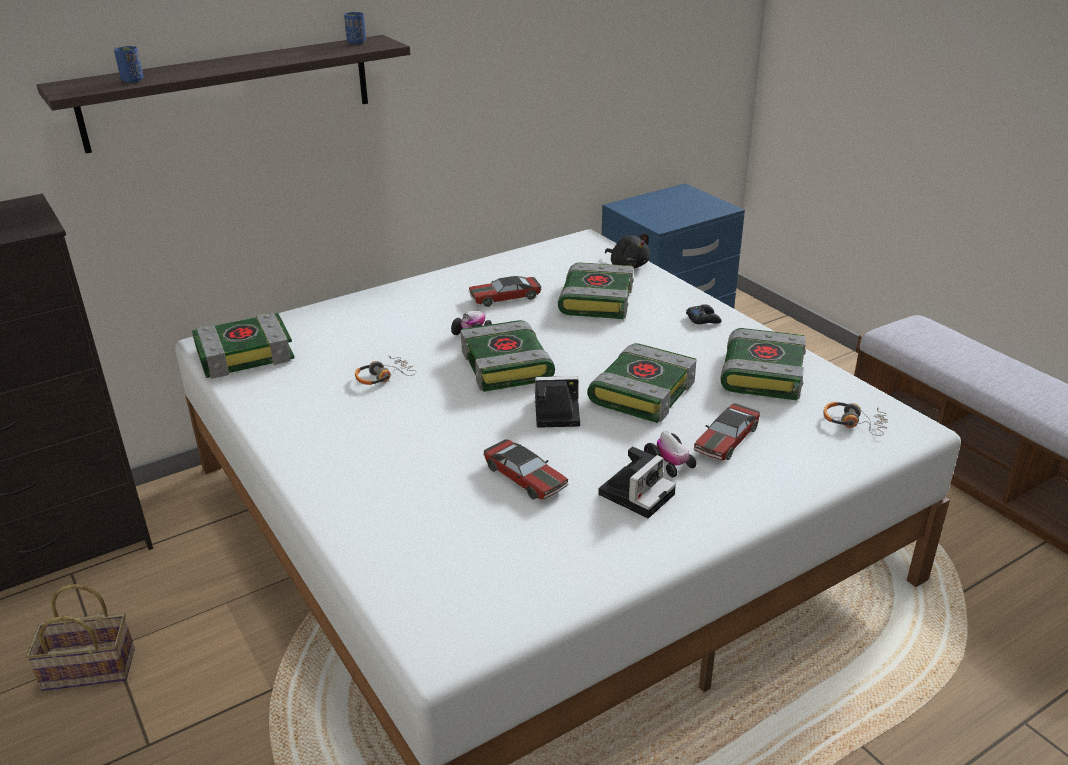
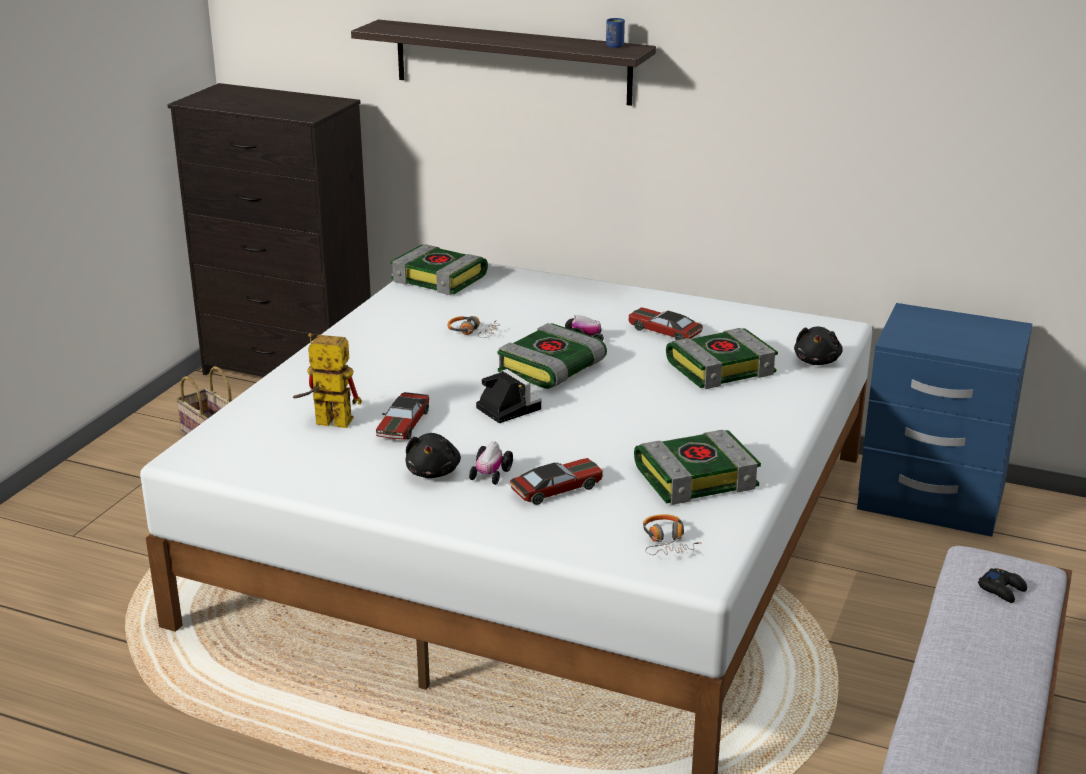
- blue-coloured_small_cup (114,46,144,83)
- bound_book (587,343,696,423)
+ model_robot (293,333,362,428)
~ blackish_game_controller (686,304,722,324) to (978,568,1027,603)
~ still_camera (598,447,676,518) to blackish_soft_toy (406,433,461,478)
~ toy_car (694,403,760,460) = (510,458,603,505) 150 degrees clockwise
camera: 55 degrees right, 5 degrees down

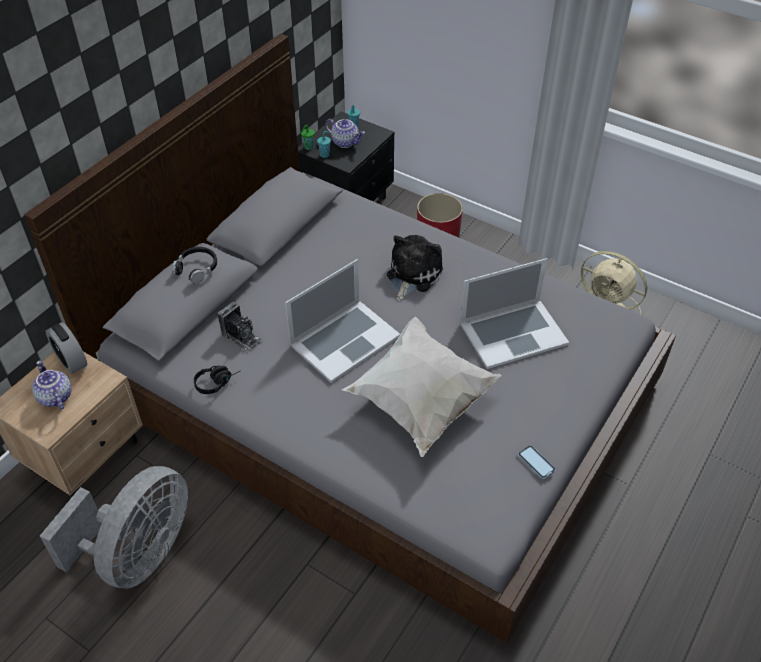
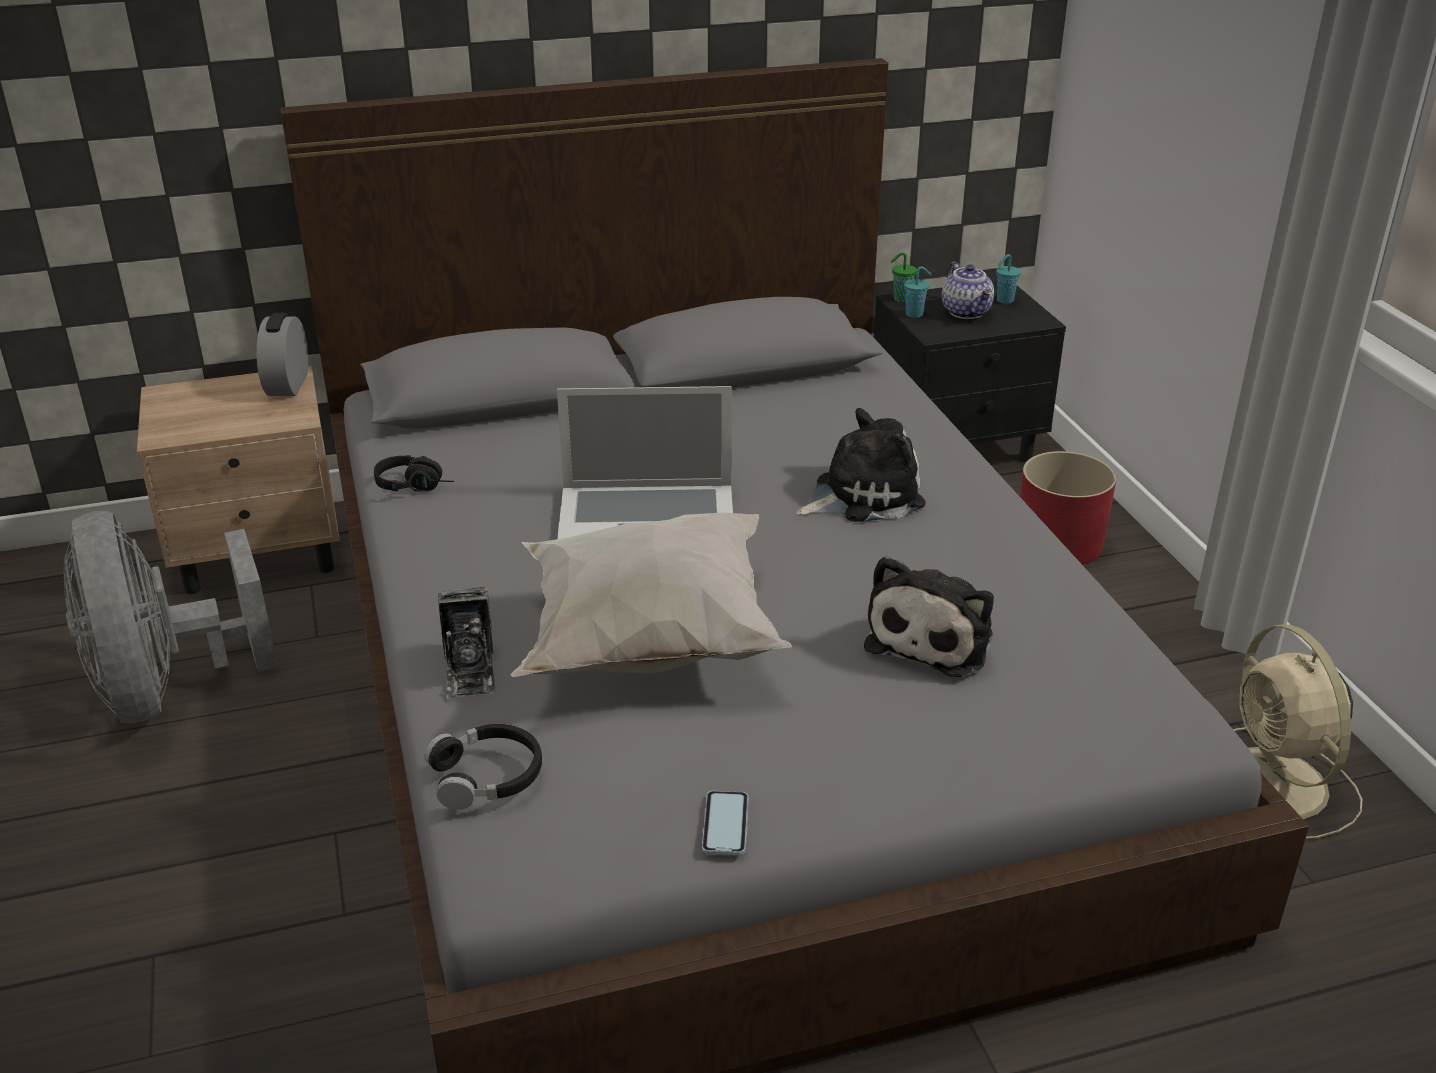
- tea_pot (32,361,72,410)
~ blackish_headset (172,247,217,284) to (425,724,542,810)
~ still_camera (218,302,263,353) to (438,587,495,698)
~ notebook_computer (460,258,569,369) to soft_toy (864,556,994,677)
~ grey_fan (40,466,188,589) = (64,511,278,723) 90 degrees clockwise
camera: 40 degrees right, 15 degrees down

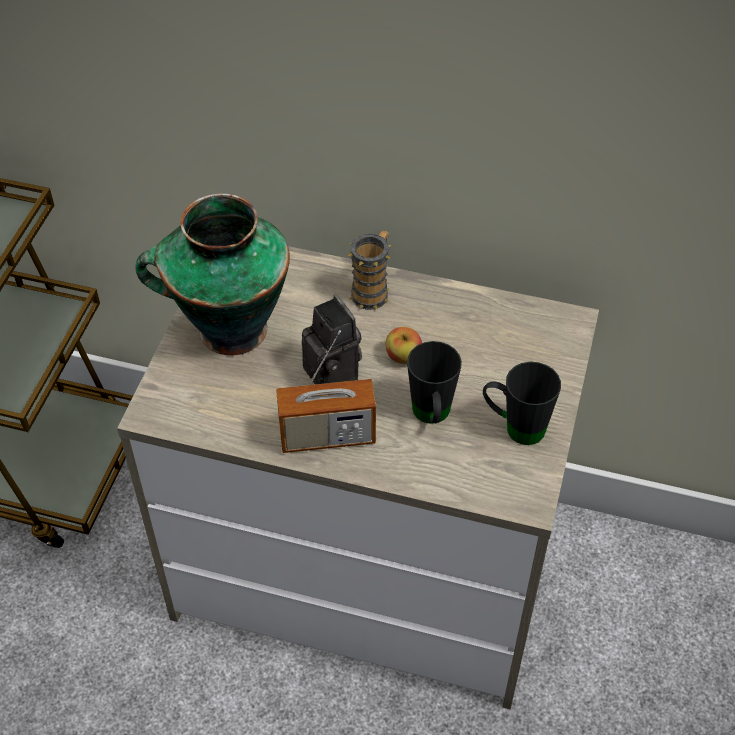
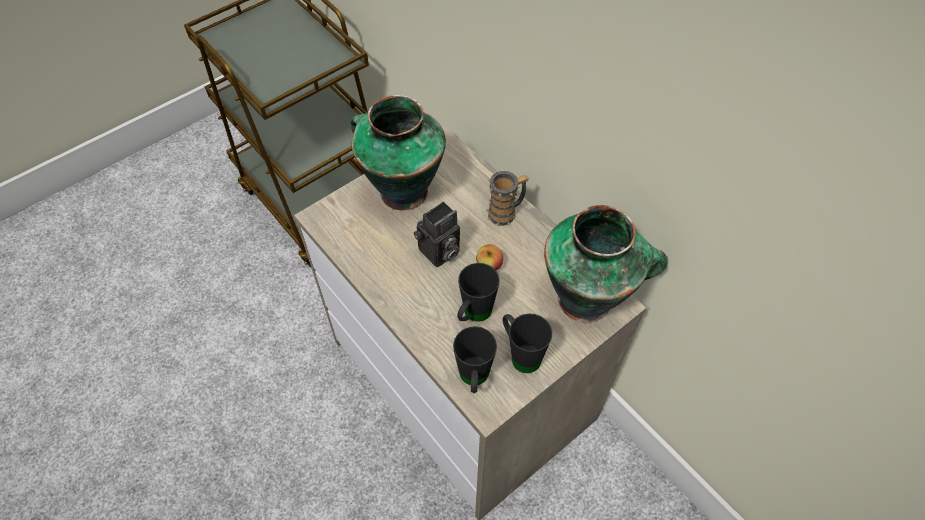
- radio (276,330,376,453)
+ blackish_mug (453,326,497,393)
+ decorative_vase (544,205,667,323)
~ still_camera (302,295,362,384) = (414,202,460,267) 45 degrees clockwise
camera: 35 degrees right, 5 degrees up

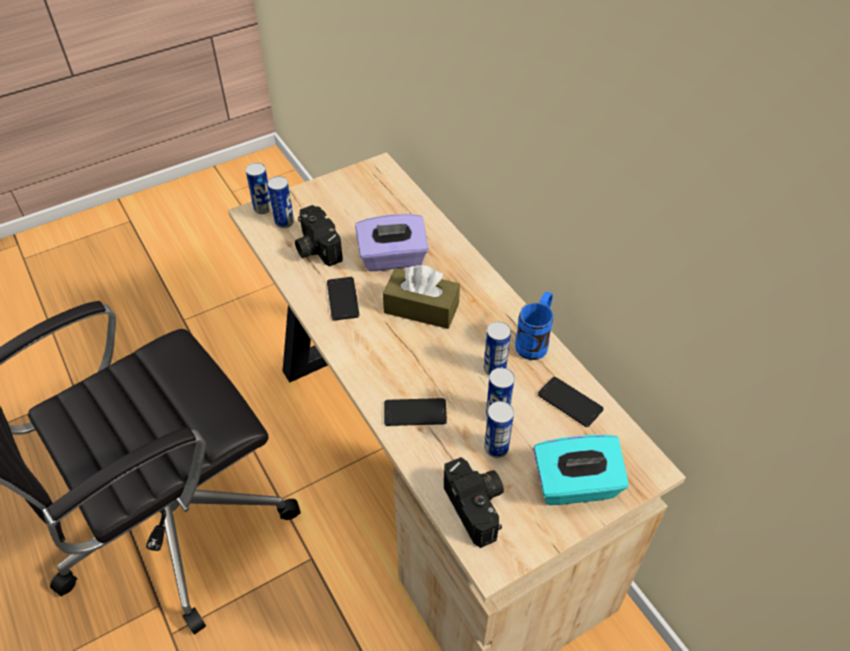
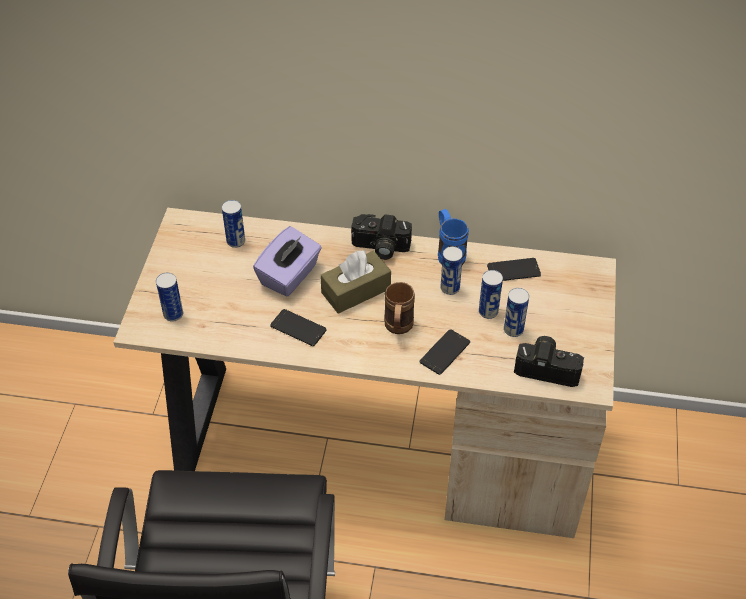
- turquoise_tissue_holder (533,434,629,505)
+ brown-coloured_mug (384,282,415,334)
~ sealed_can (246,163,272,214) to (222,200,245,248)
~ still_camera (295,205,343,266) to (351,214,412,260)
camera: 50 degrees left, 0 degrees up

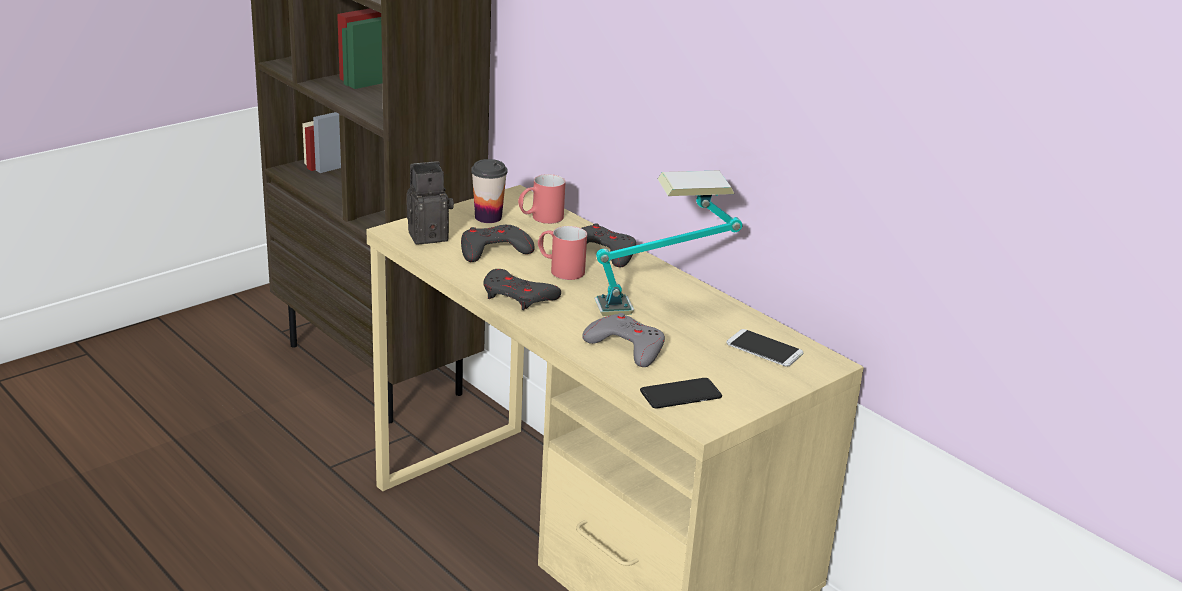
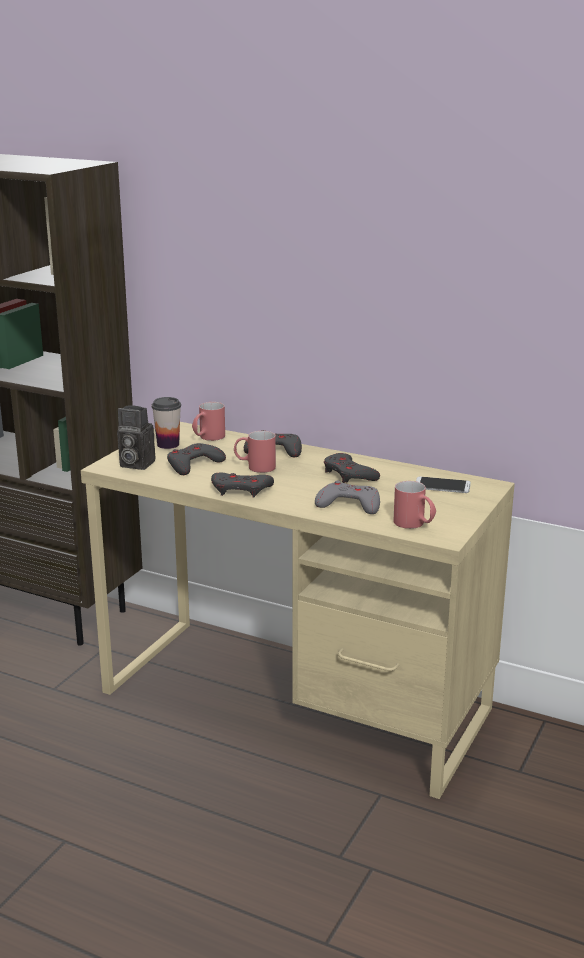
~ table_lamp (594,170,743,316) to grey_game_controller (324,453,380,483)
~ telephone (640,378,722,409) to red_mug (393,481,436,529)
~ still_camera (407,161,454,245) = (117,405,155,470) 120 degrees counterclockwise
camera: 20 degrees left, 5 degrees down

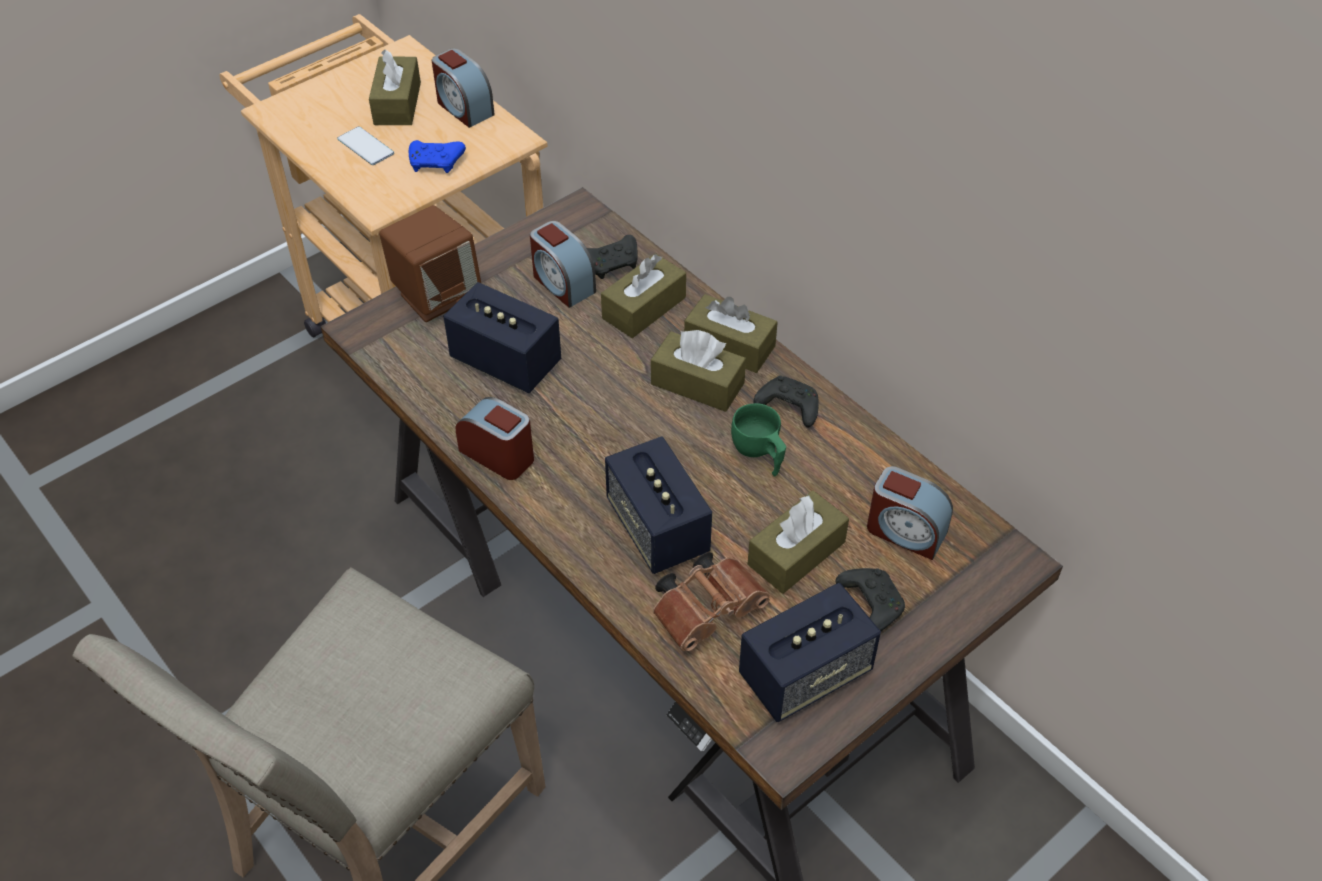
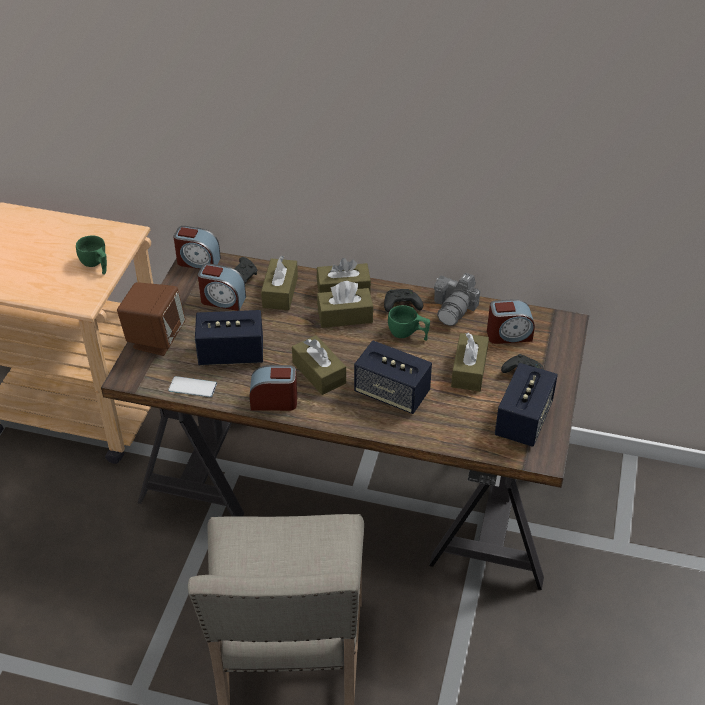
- brown-coloured_binoculars (653,552,770,652)
+ still_camera (434,273,480,326)
~ telephone (337,126,394,165) to (168,376,217,397)
~ brown-coloured_tissue_holder (369,50,421,125) to (292,335,346,395)
~ table_clock (432,48,495,128) to (173,226,221,269)
~ blue-coloured_game_controller (409,140,466,173) to greenish_small_cup (76,236,107,275)
camera: 35 degrees left, 5 degrees down

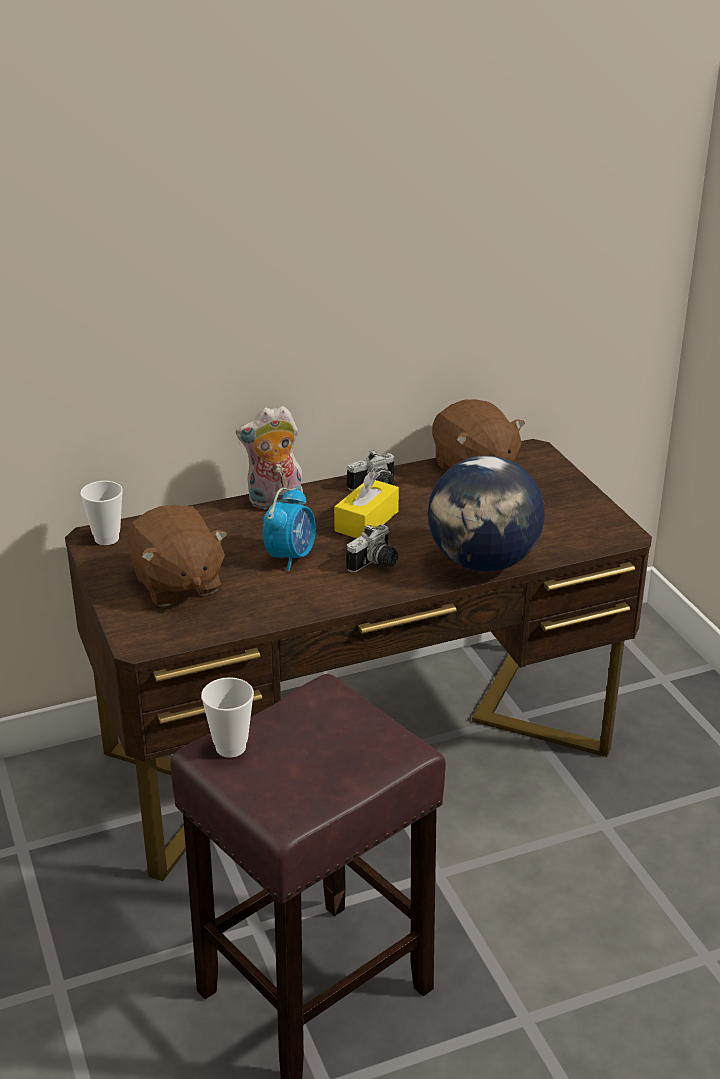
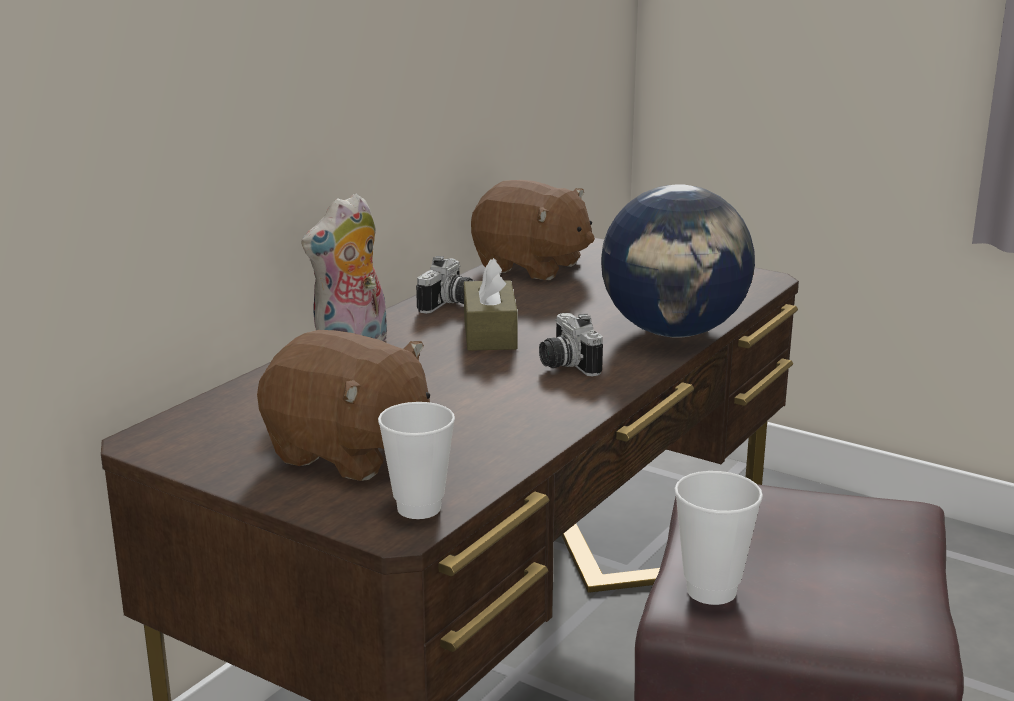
- table_clock (263,487,316,571)
~ small_cup (80,481,123,545) to (378,402,455,519)
~ yellowish_tissue_holder (334,471,399,538) to brown-coloured_tissue_holder (464,258,518,351)
~ still_camera (346,524,398,573) = (539,313,603,377) 150 degrees clockwise
camera: 35 degrees left, 10 degrees down

